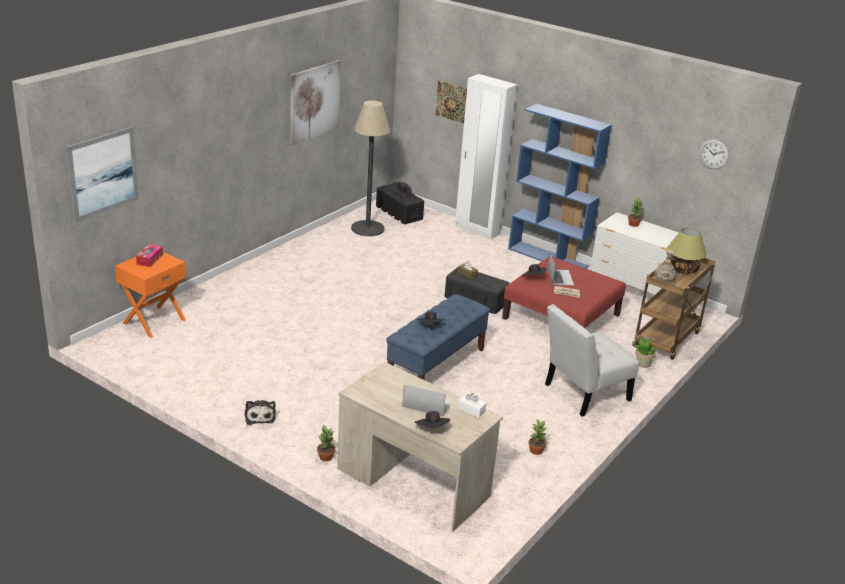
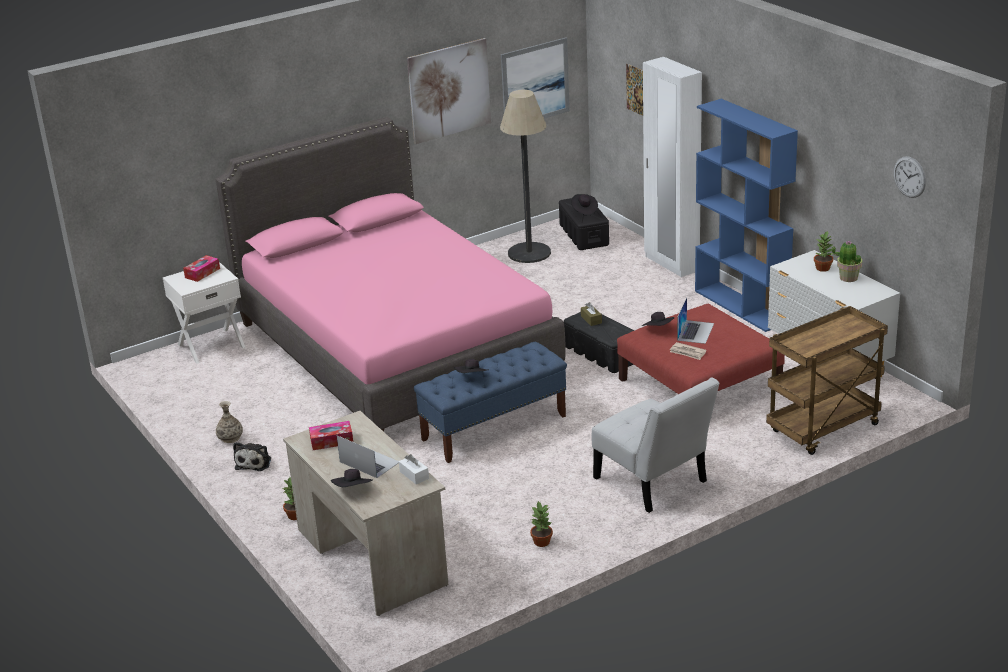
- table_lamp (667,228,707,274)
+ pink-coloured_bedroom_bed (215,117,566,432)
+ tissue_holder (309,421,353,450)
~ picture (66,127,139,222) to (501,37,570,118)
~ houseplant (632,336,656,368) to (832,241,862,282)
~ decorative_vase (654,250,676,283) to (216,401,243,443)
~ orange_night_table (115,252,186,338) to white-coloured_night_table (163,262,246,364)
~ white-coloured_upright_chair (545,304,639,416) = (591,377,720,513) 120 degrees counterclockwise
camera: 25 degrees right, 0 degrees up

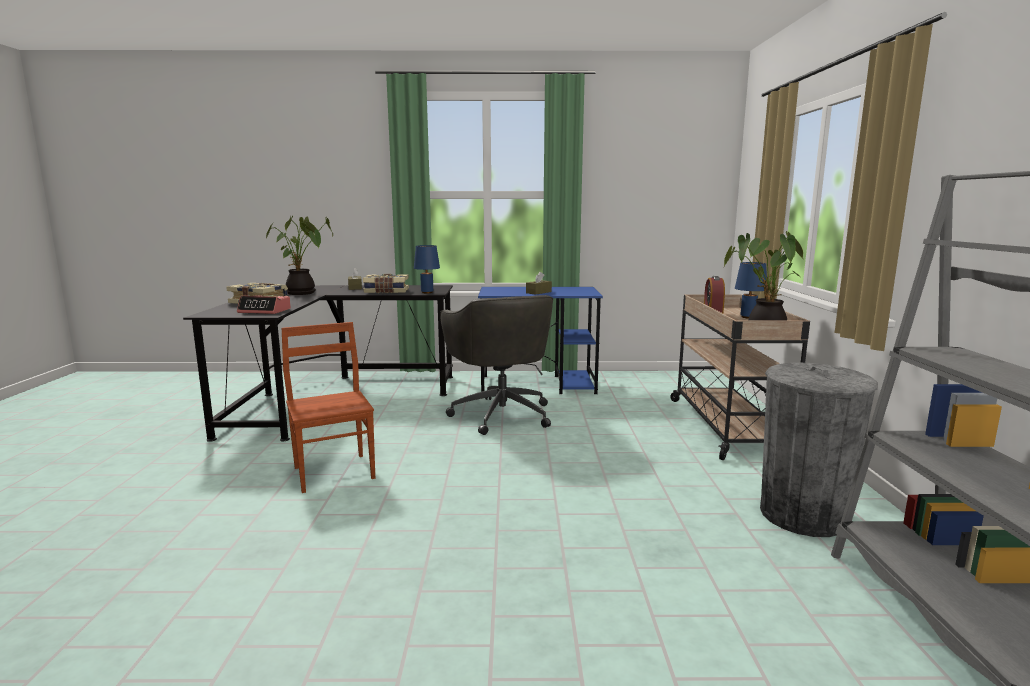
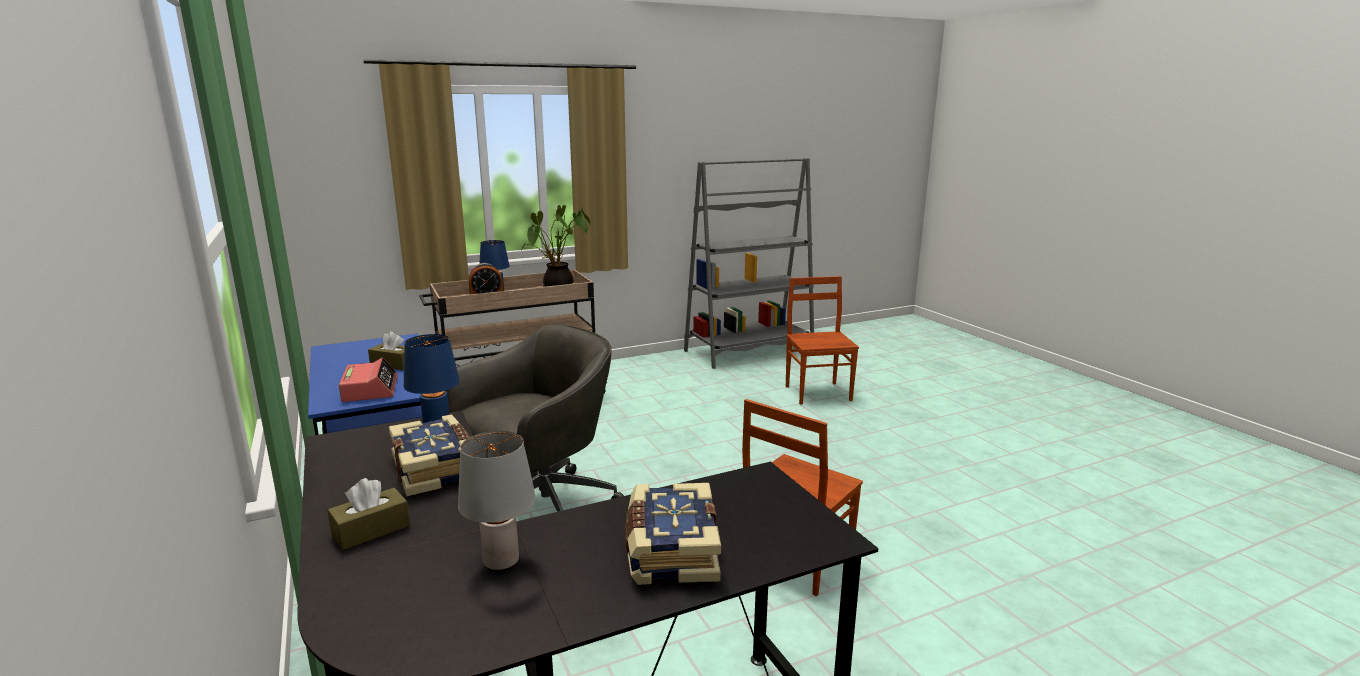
- grey_waste_bin (760,363,878,537)
+ brown-coloured_upright_chair (786,276,859,405)
~ table_clock (237,295,291,314) to (339,358,398,402)
~ houseplant (266,216,333,295) to grey_table_lamp (458,431,536,572)
camera: 115 degrees left, 5 degrees up

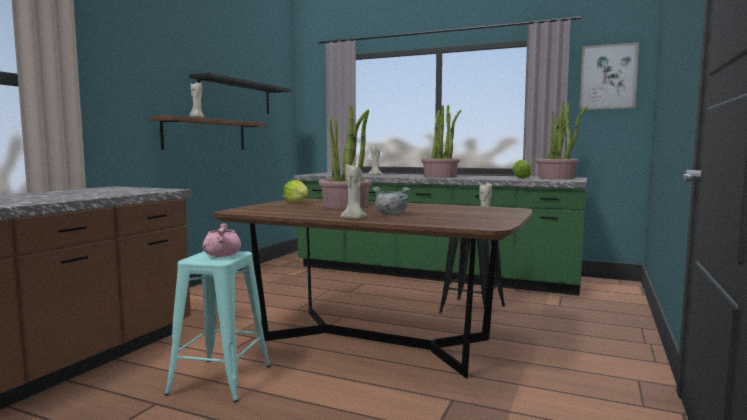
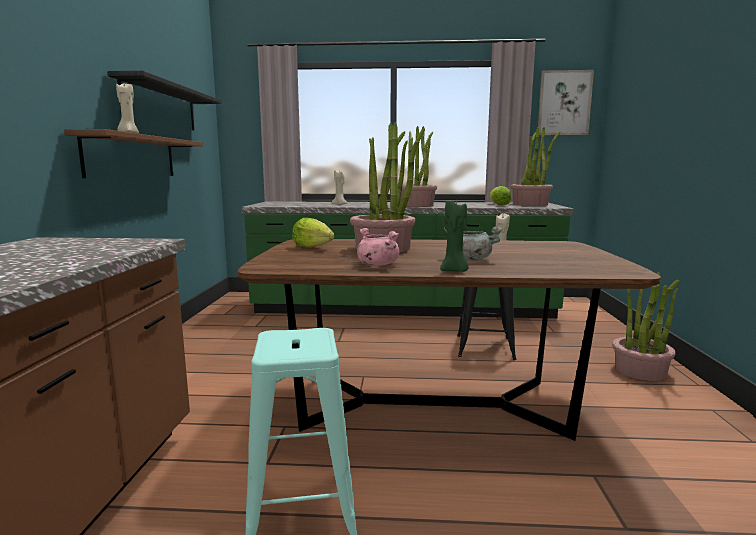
+ houseplant (612,272,679,381)
~ pink-coloured_cooking_pot (203,223,241,257) to (357,228,400,266)
~ beige_wax_light (341,164,367,219) to greenish_wax_light (440,199,468,272)
camera: 20 degrees left, 5 degrees up

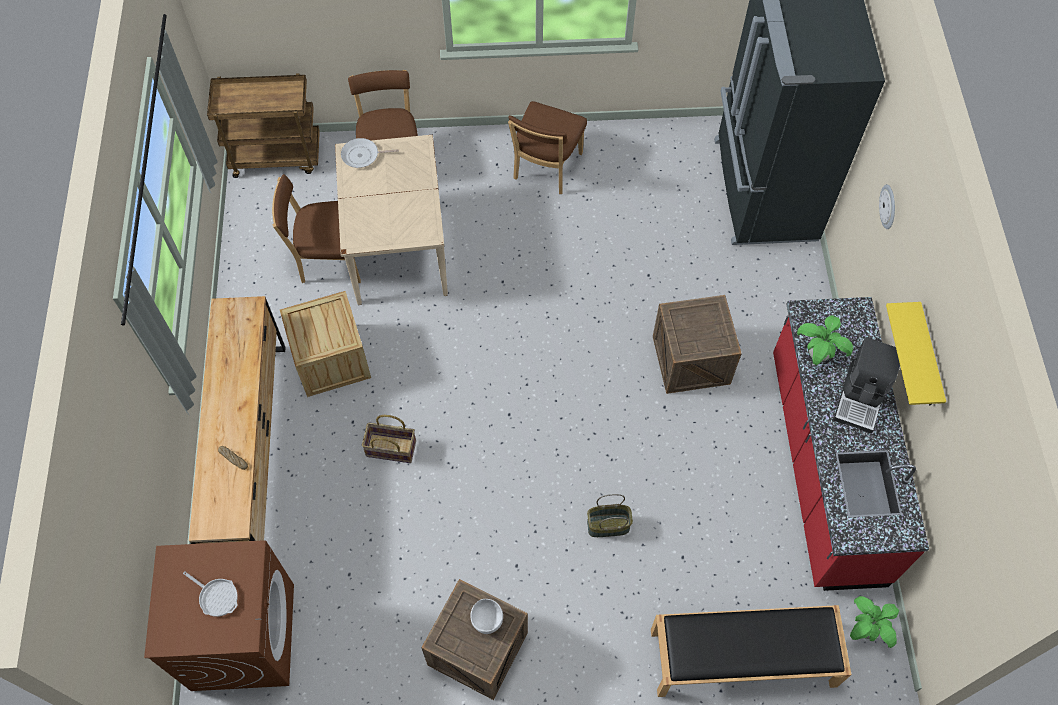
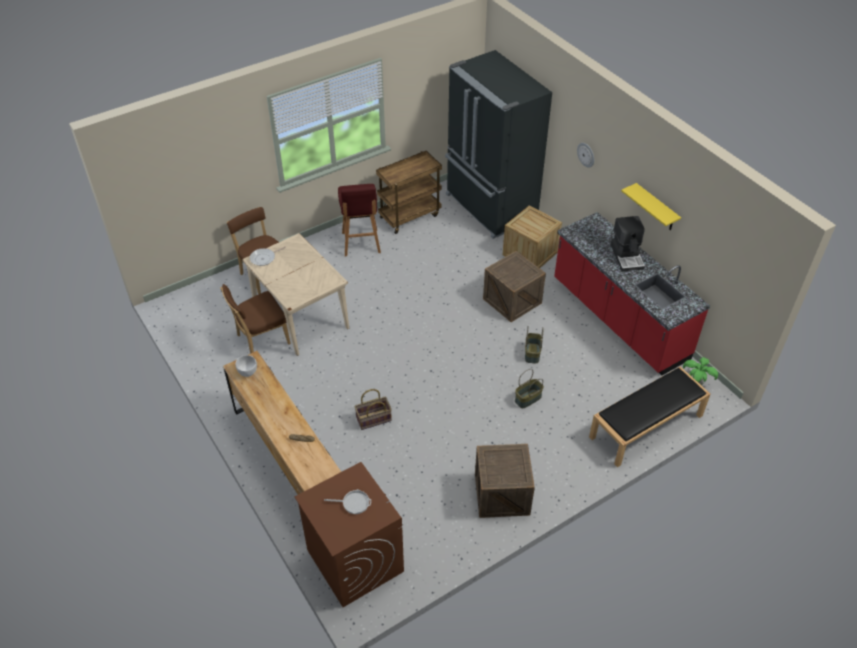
- houseplant (797,315,853,365)
+ basket (525,327,543,364)
~ brown-coloured_cart (207,73,320,178) to (376,151,442,234)
~ crate (280,291,371,397) to (503,205,562,268)
~ white-coloured_deep_dish (470,599,503,634) to (236,355,257,377)
~ brown-coloured_upright_chair (508,101,587,194) to red_stool_seat (338,184,381,256)
camera: 30 degrees left, 15 degrees down

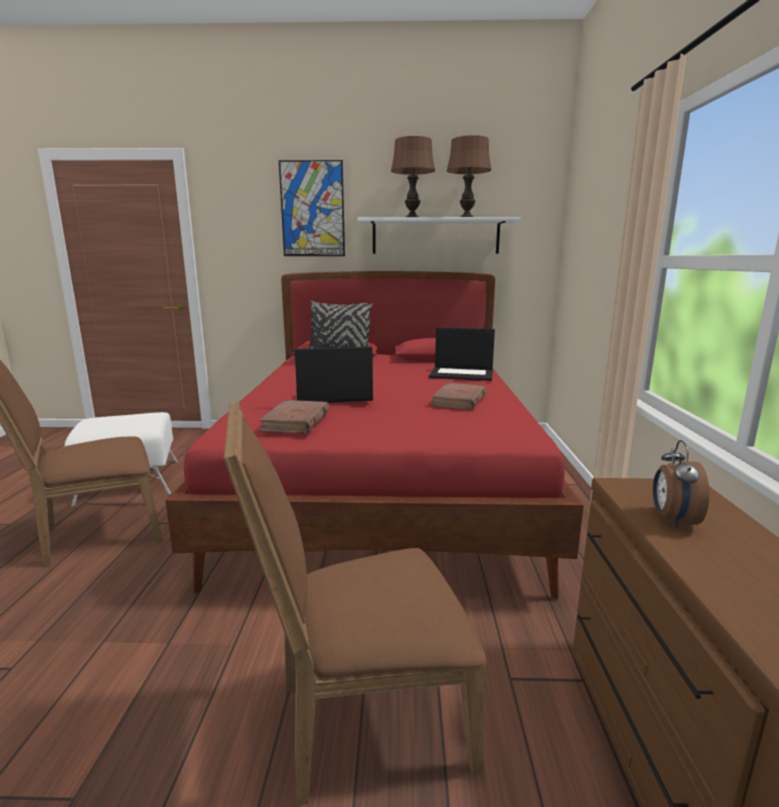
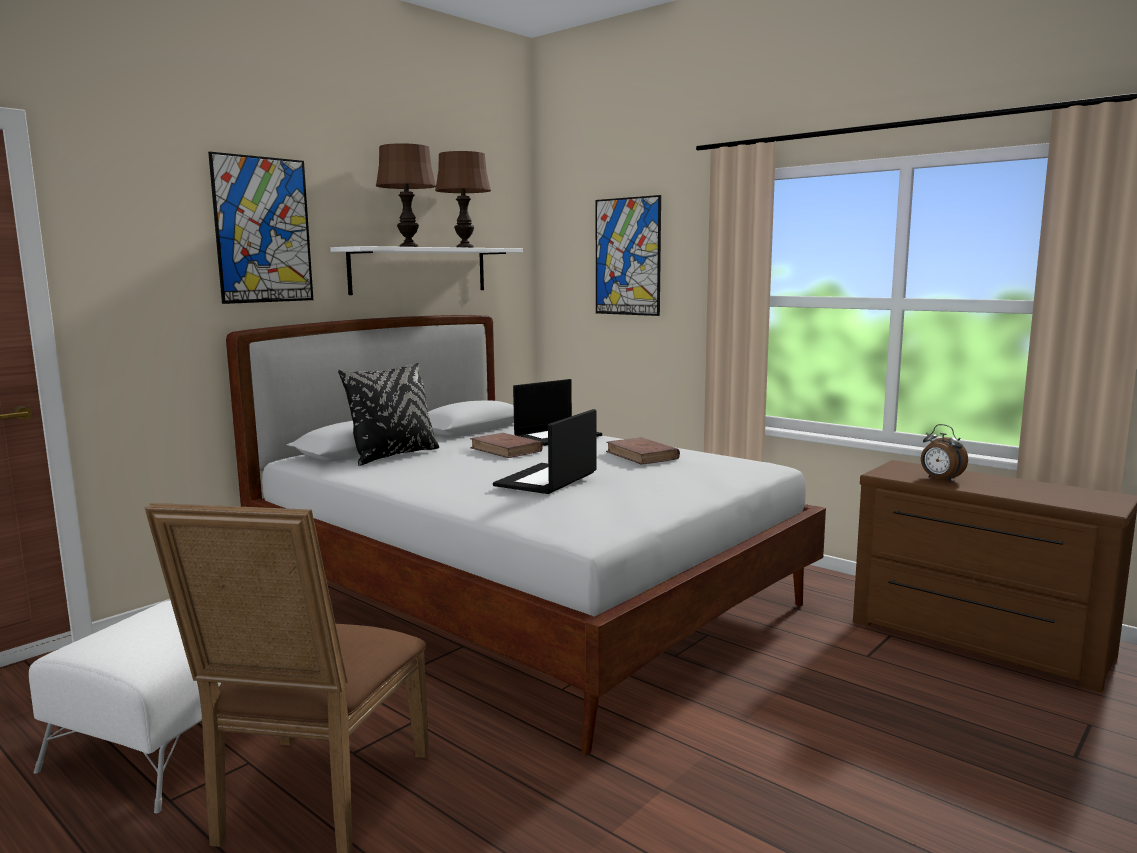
- brown-coloured_upright_chair (224,401,487,806)
+ picture (596,195,661,316)
~ brown-coloured_bound_book (258,400,329,433) to (470,433,543,458)
~ red_bedroom_bed (165,271,584,599) to white-coloured_bedroom_bed (226,315,826,754)
camera: 50 degrees left, 5 degrees down

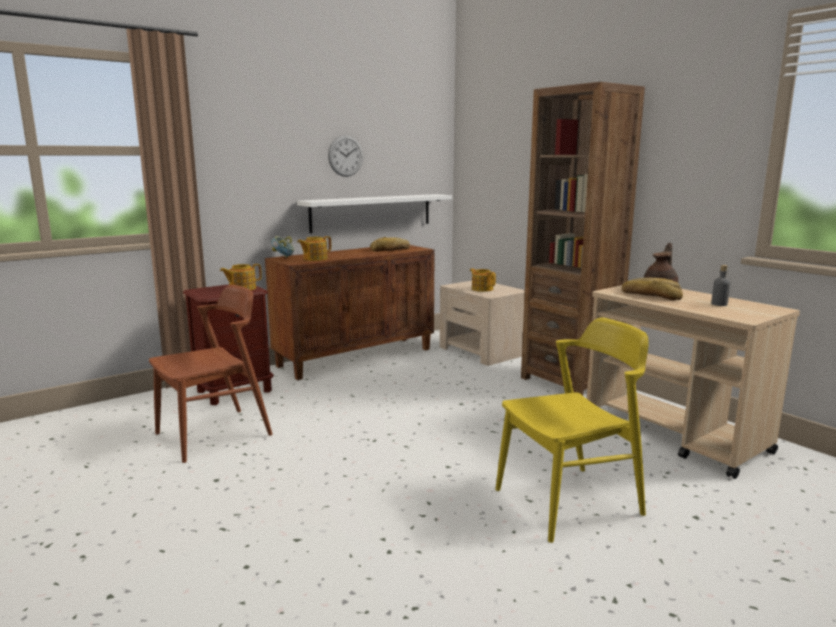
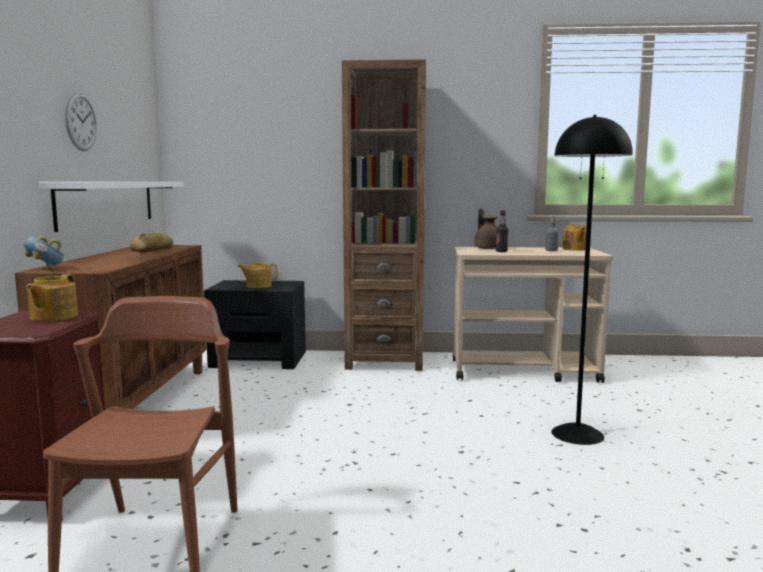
~ tea_pot (297,236,331,261) to (562,224,586,250)
~ yellowish_upright_chair (496,317,649,543) to blackish_standing_lamp (551,115,633,445)
~ bakery_bread (622,278,683,300) to beverage_bottle (496,210,508,252)
~ beige_night_table (440,281,525,366) to blackish_night_table (204,280,306,369)
camera: 50 degrees left, 5 degrees down

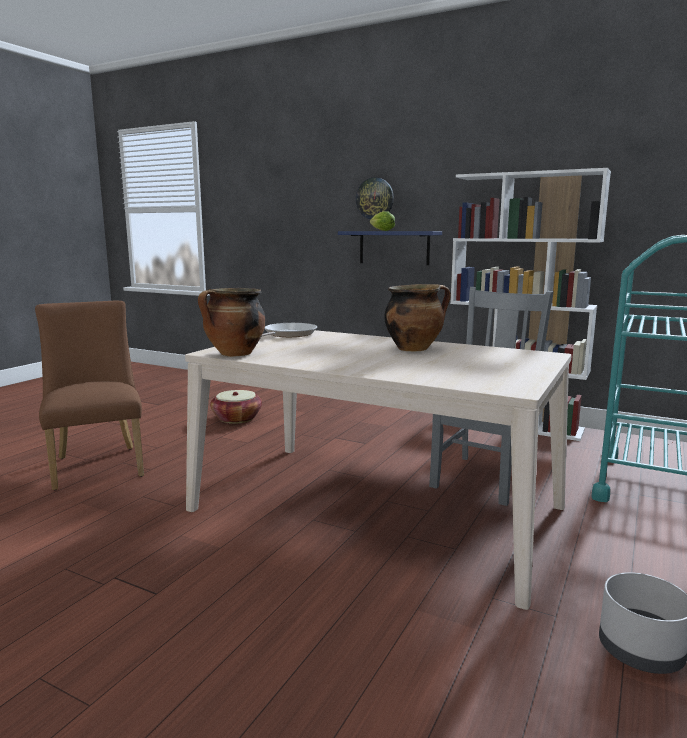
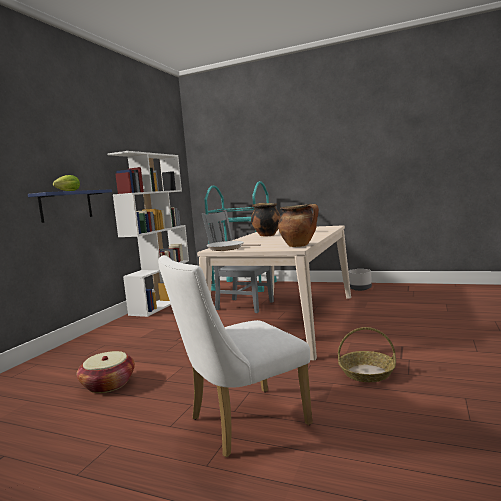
- hanging_clock (356,177,394,219)
+ basket (338,327,396,382)
~ brown-coloured_upright_chair (35,301,144,491) to white-coloured_upright_chair (158,255,313,457)
camera: 95 degrees left, 5 degrees down

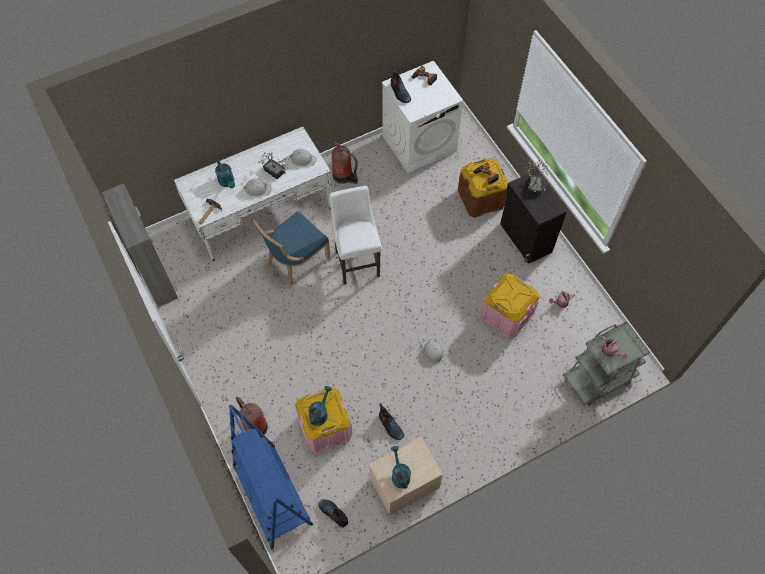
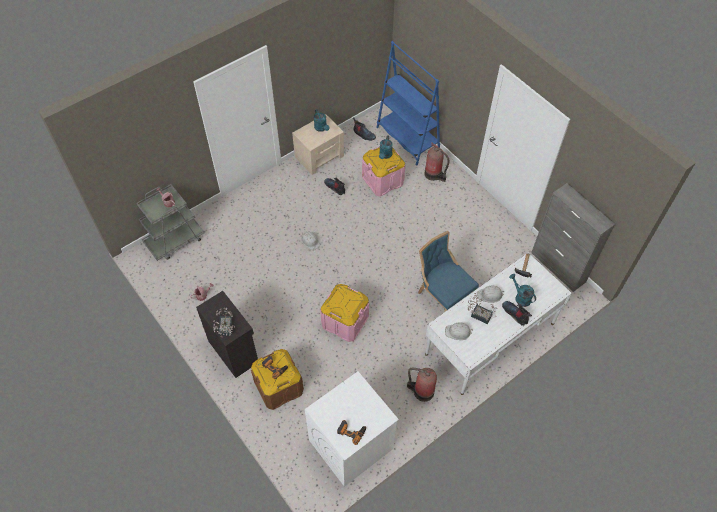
- white-coloured_stool_seat (329,186,382,285)
~ high-top_boot (391,66,411,103) to (502,301,532,326)
~ pink-coloured_storage_bin (480,274,539,339) to (320,284,369,342)
~ blue-coloured_upright_chair (252,211,332,286) = (418,231,479,312) 75 degrees counterclockwise
camera: 170 degrees right, 5 degrees down

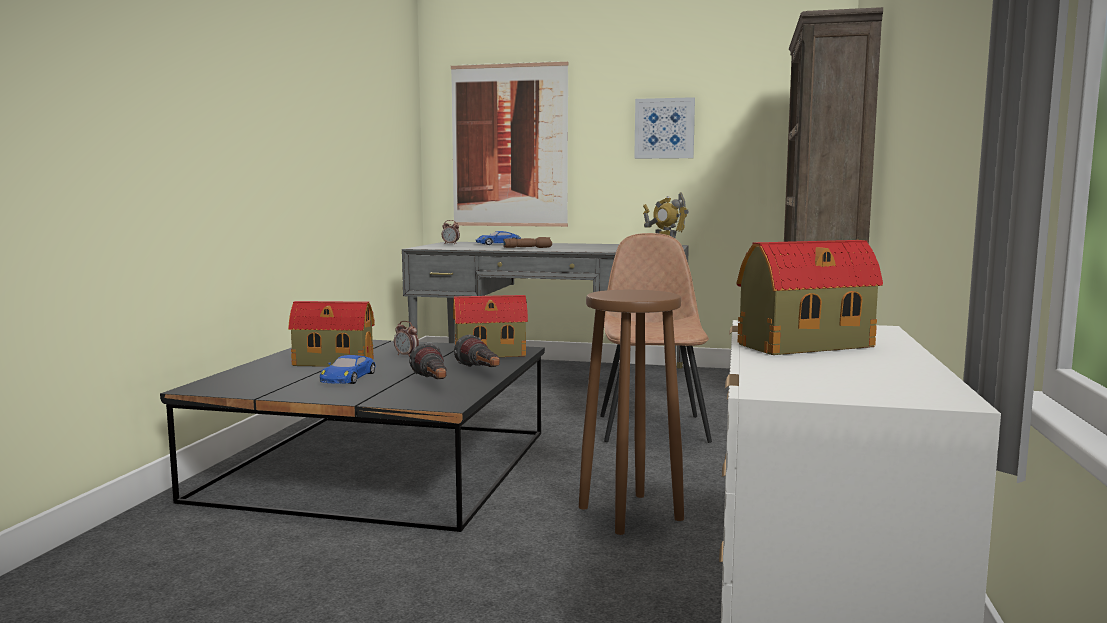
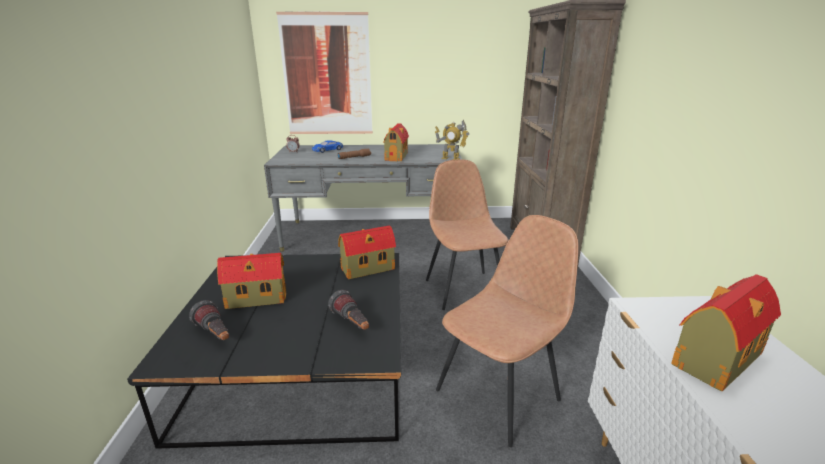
- blue-coloured_toy_car (319,355,375,384)
- table_clock (394,321,419,357)
- picture (634,97,695,159)
+ toy_house (383,123,409,161)
~ hand_torch (454,335,500,367) to (189,300,229,340)
~ brown-coloured_stool_seat (579,290,684,535) to brown-coloured_upright_chair (436,215,578,447)
camera: 15 degrees left, 15 degrees up

